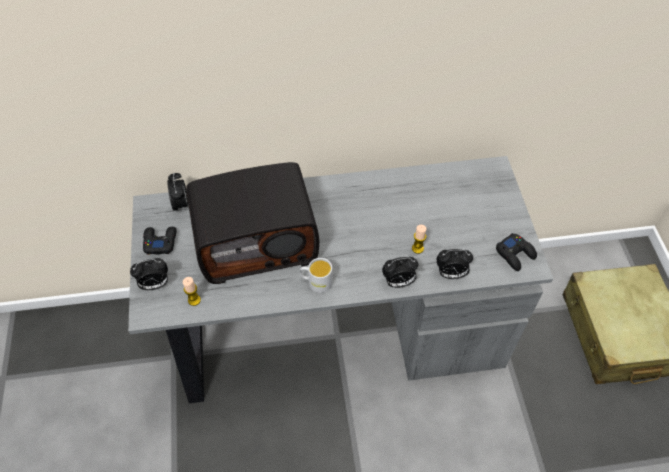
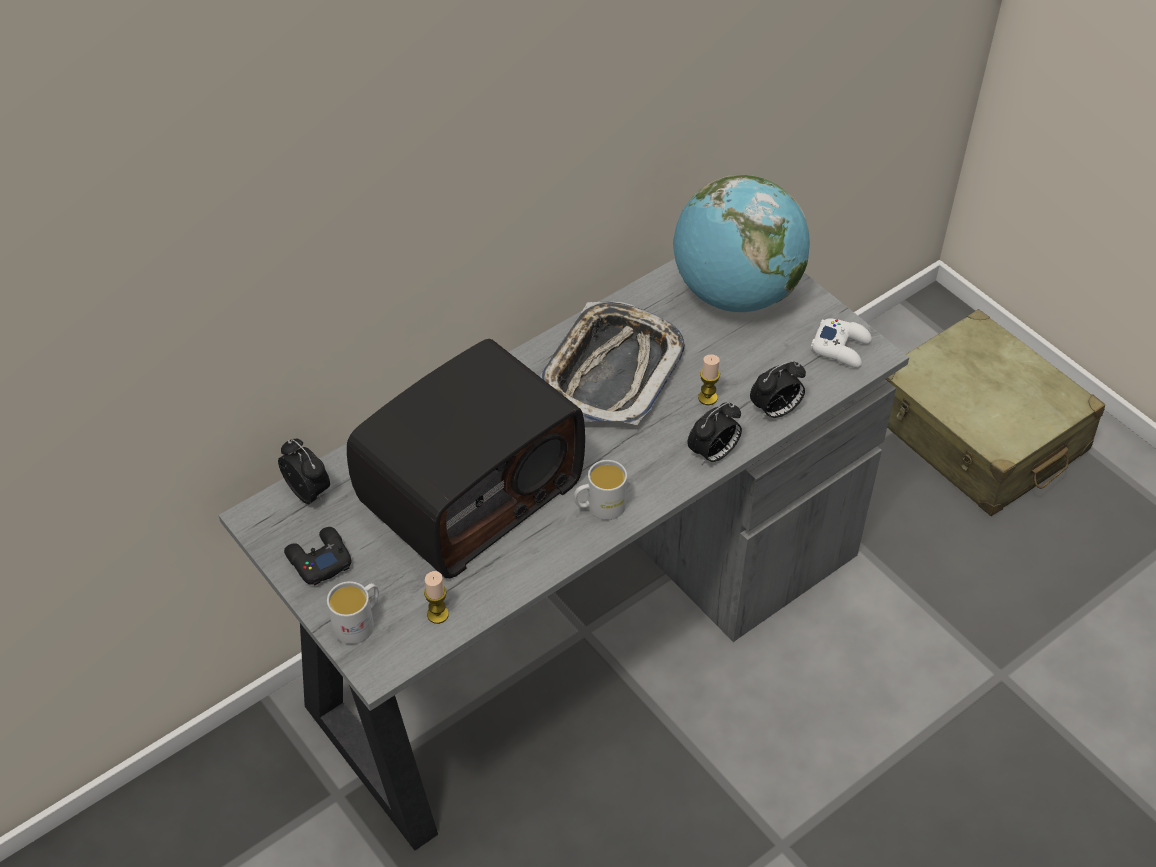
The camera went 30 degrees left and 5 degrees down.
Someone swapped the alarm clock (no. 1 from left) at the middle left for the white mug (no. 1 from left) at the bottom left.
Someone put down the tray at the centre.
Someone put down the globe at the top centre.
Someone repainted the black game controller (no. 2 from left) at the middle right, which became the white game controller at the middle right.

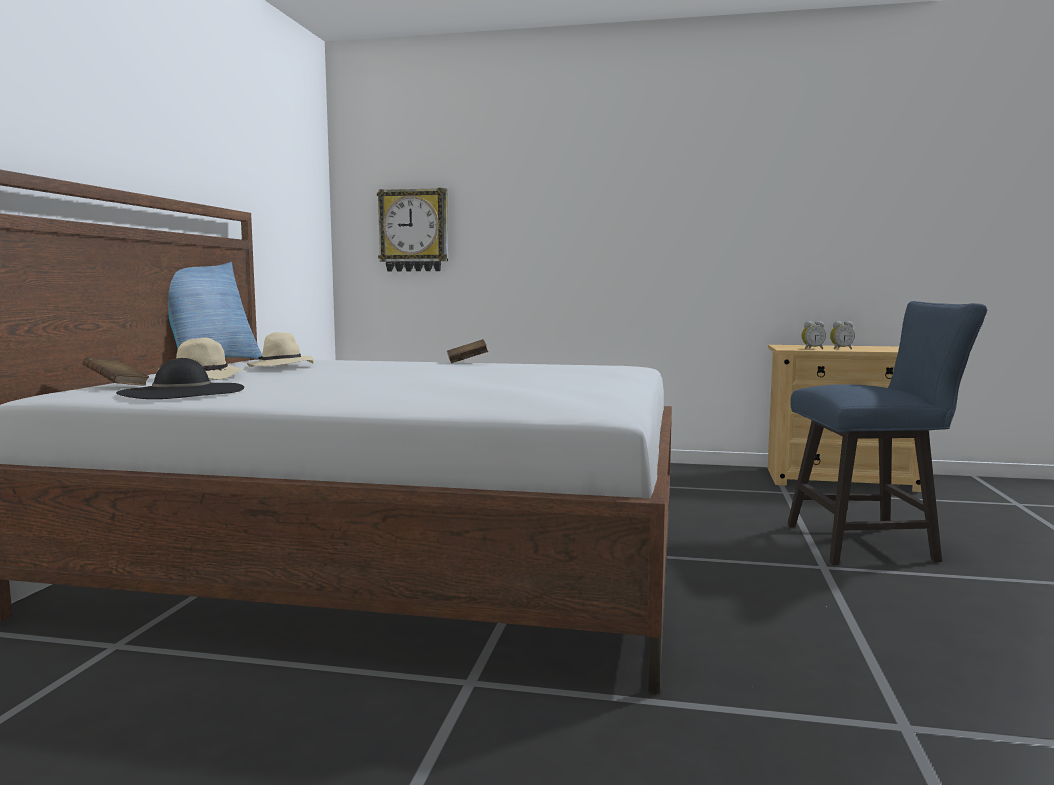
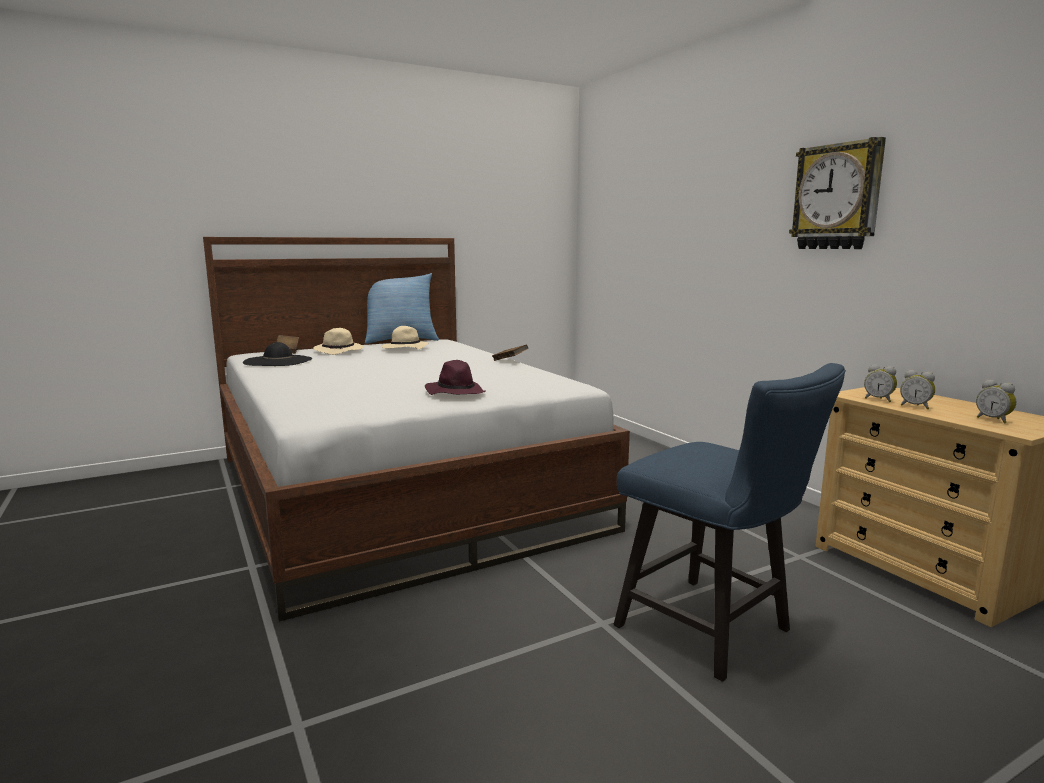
The camera went 50 degrees right and 5 degrees up.
Someone put down the purple hat at the centre.
Someone carried the wall clock from the top centre to the top right.
Someone put down the alarm clock (no. 3 from left) at the middle right.

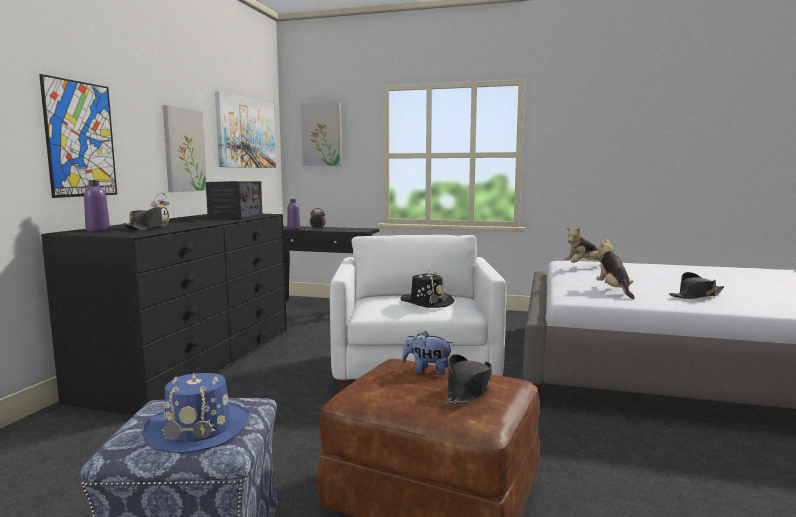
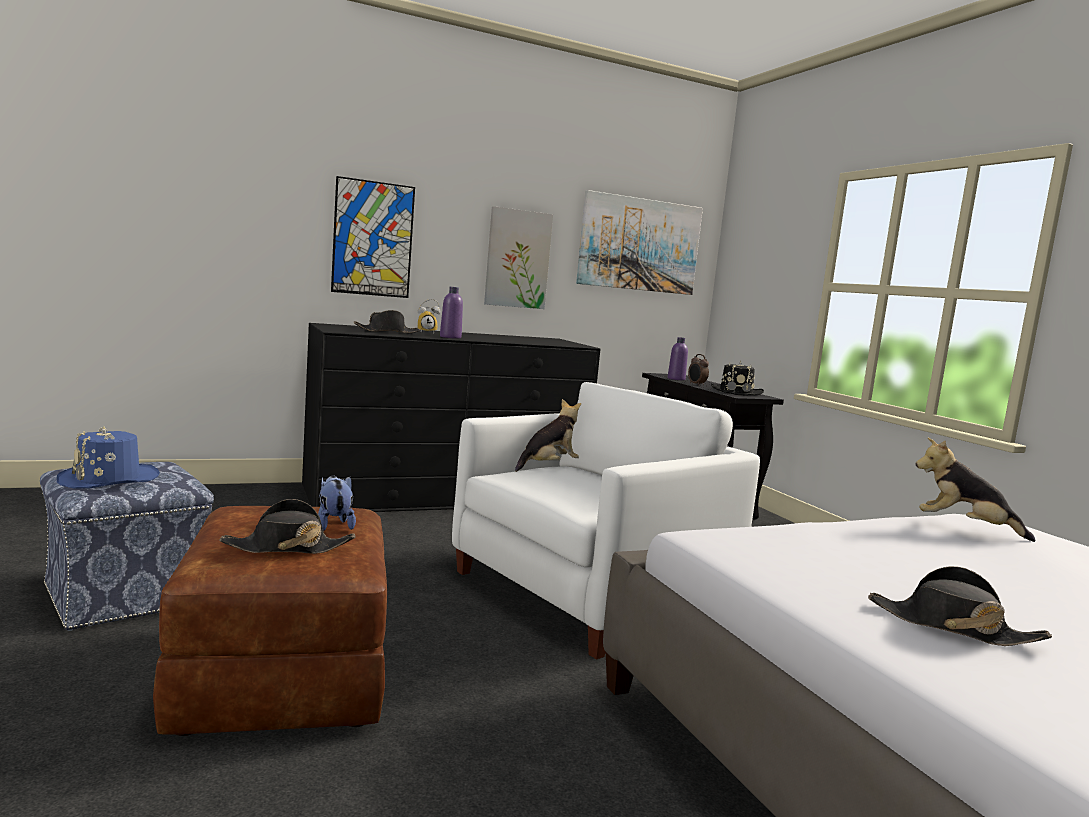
The camera went 50 degrees right and 0 degrees up.
Someone carried the purple bottle (no. 1 from left) from the middle left to the centre.
Someone carried the plush toy (no. 3 from left in the first image) from the middle right to the centre.
Someone carried the black hat (no. 2 from left in the first image) from the centre to the middle right.
Someone took away the radio at the middle left.
Someone took away the picture (no. 4 from left) at the top centre.

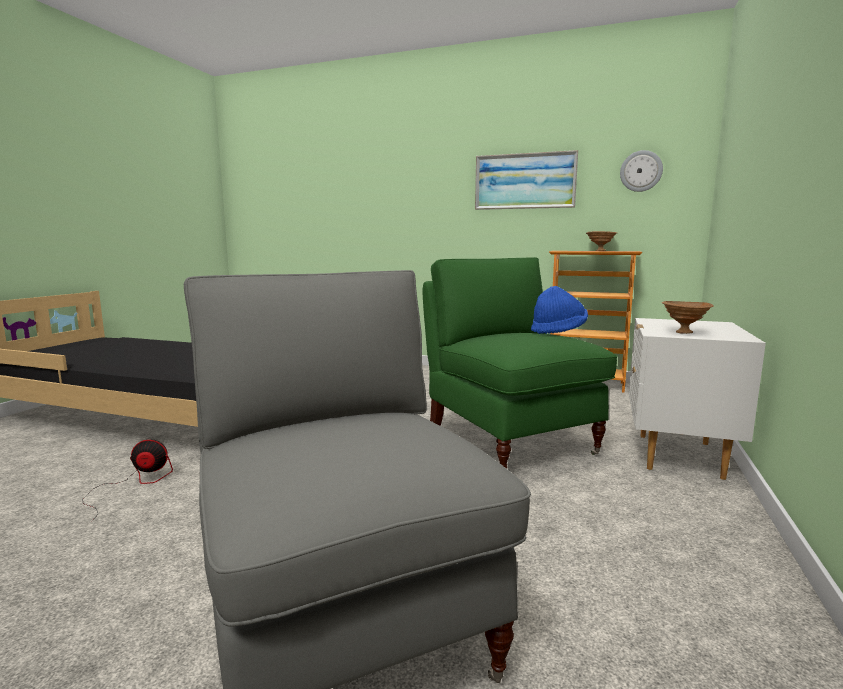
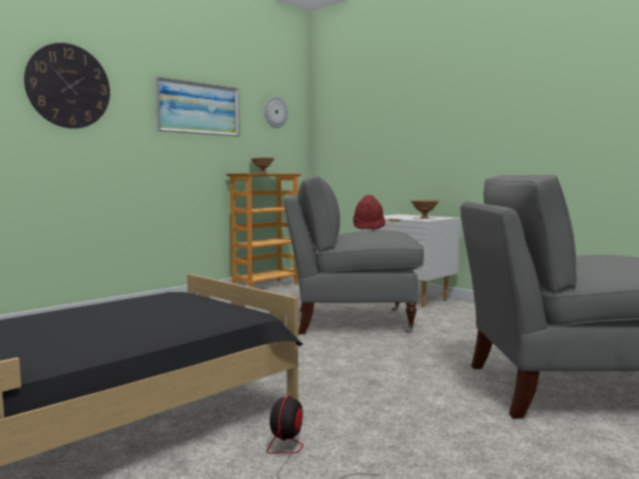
The camera went 65 degrees left and 5 degrees down.
Someone put up the wall clock (no. 1 from left) at the top left.
Someone repainted the green armchair at the centre, which became the grey armchair (no. 1 from left) at the centre.
Someone repainted the blue hat at the centre, which became the red hat at the centre.

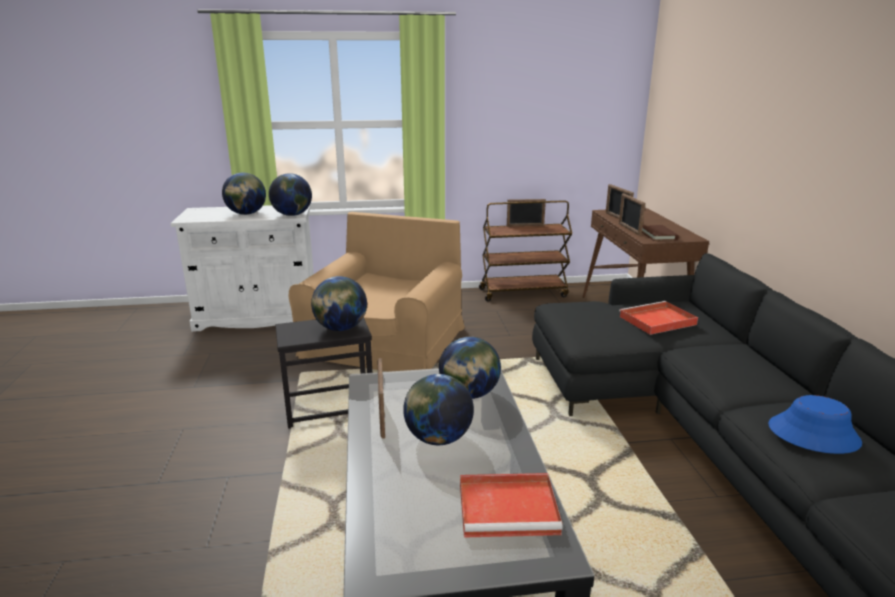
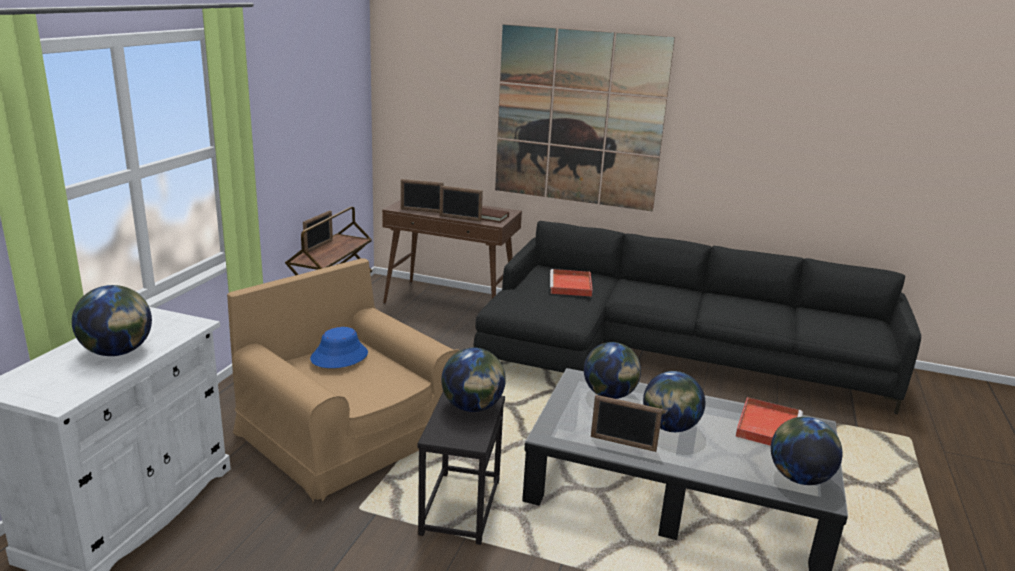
The camera went 65 degrees left and 0 degrees up.
Someone carried the blue hat from the bottom right to the centre.
Someone put up the picture at the top centre.
Someone carried the globe (no. 2 from left in the first image) from the top left to the bottom right.

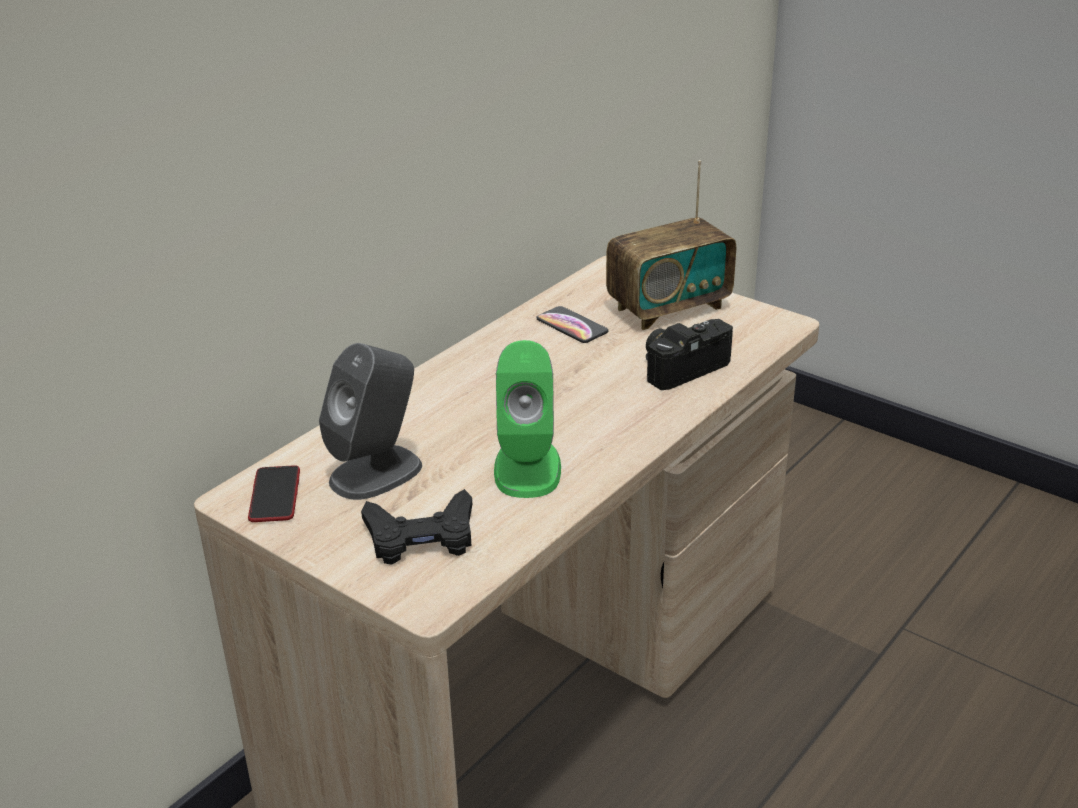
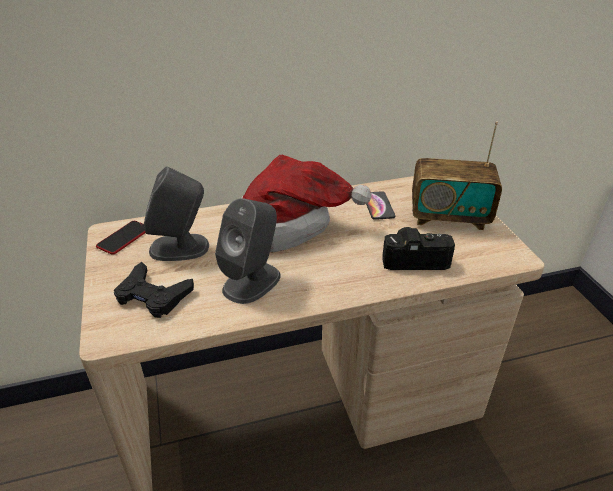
The camera went 35 degrees right and 5 degrees up.
Someone repainted the green speaker at the centre, which became the grey speaker (no. 2 from left) at the centre.
Someone put down the hat at the centre.

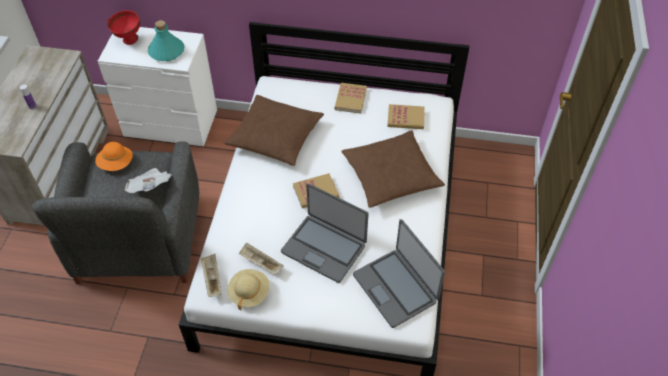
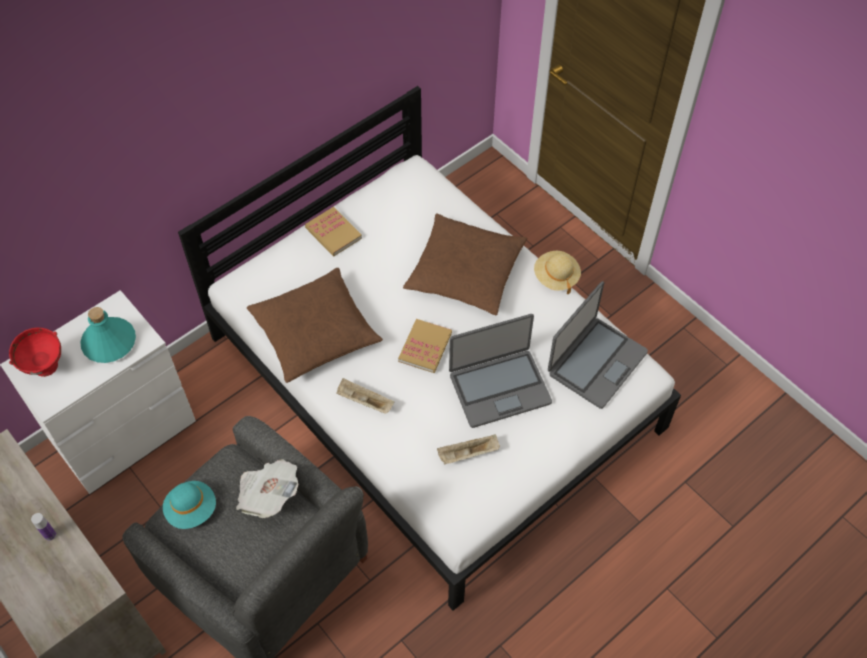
The camera went 50 degrees left and 5 degrees up.
Someone repainted the orange hat at the middle left, which became the turquoise hat at the bottom left.
Someone carried the beige tray (no. 1 from left) from the bottom left to the centre.
Someone carried the beige hat from the bottom centre to the centre.
Someone rotated the laptop (no. 2 from left) at the bottom centre by 60 degrees counterclockwise.
Someone took away the book (no. 3 from left) at the top centre.

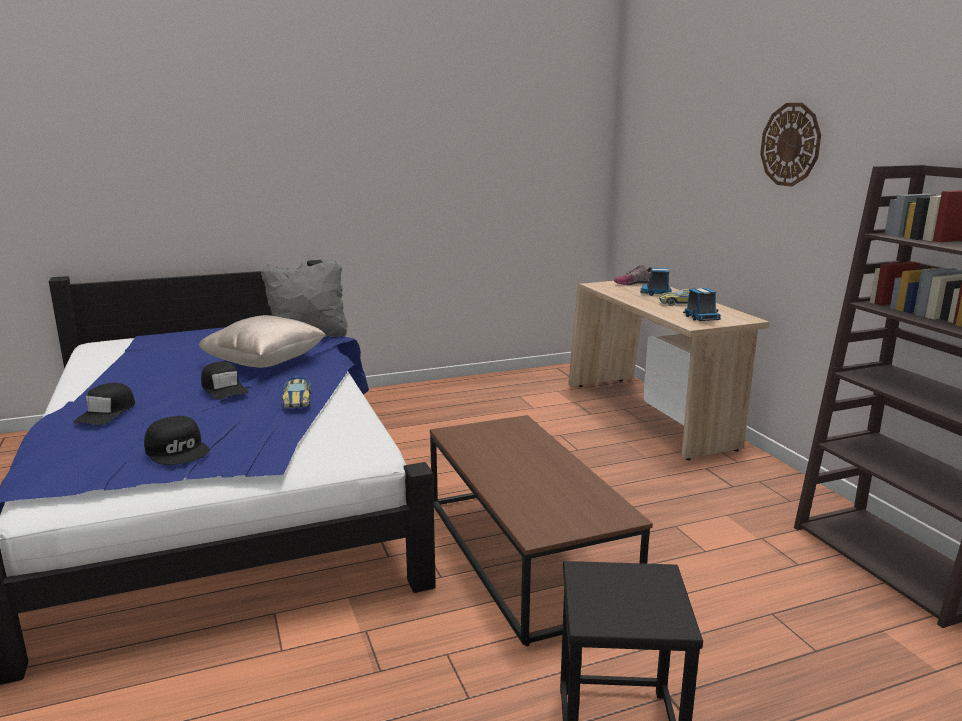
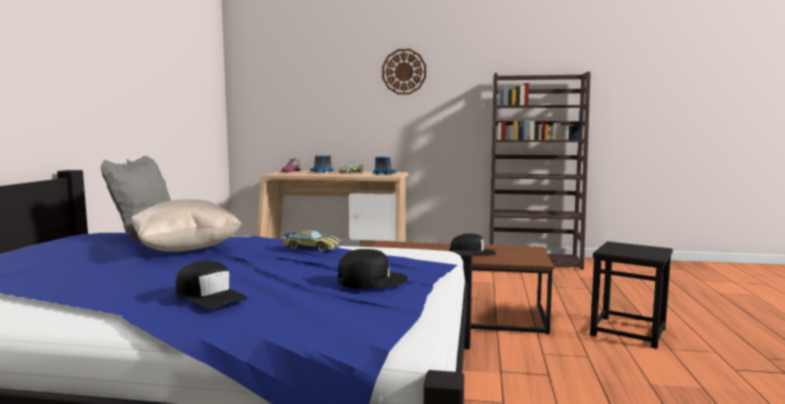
The camera went 60 degrees left and 10 degrees down.
Someone carried the black cap (no. 3 from left) from the middle left to the centre.

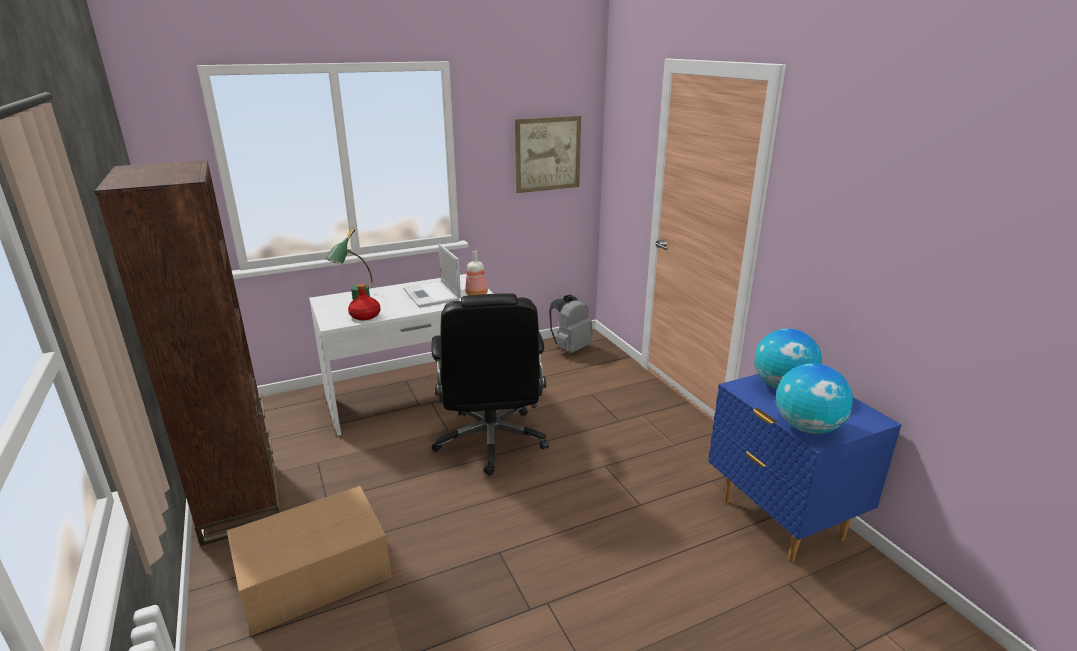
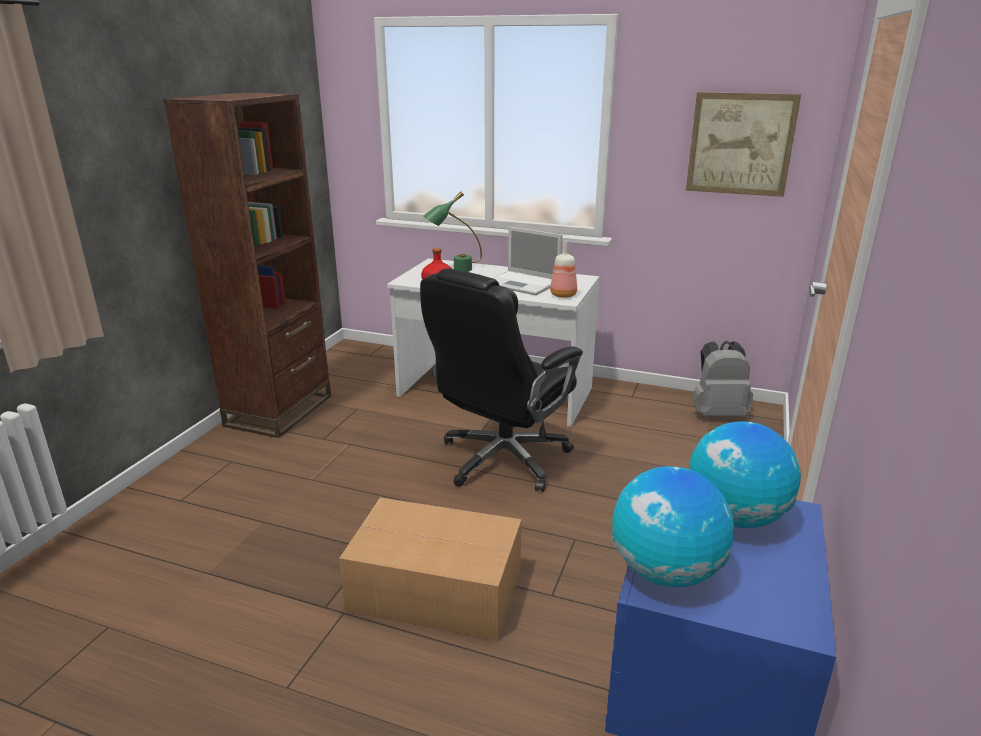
The camera went 45 degrees right and 0 degrees up.
Someone carried the cardboard box from the bottom left to the bottom centre.
Someone rotated the laptop at the centre by 75 degrees counterclockwise.

